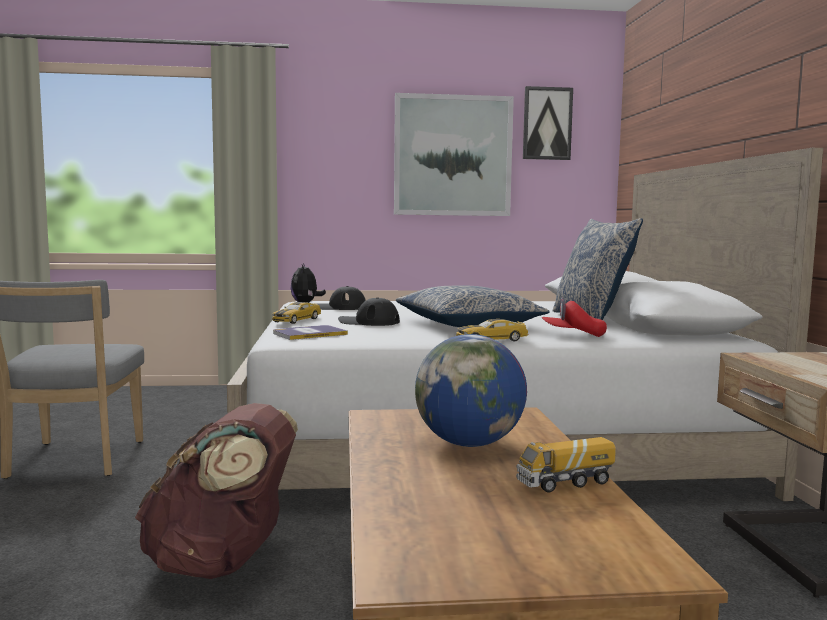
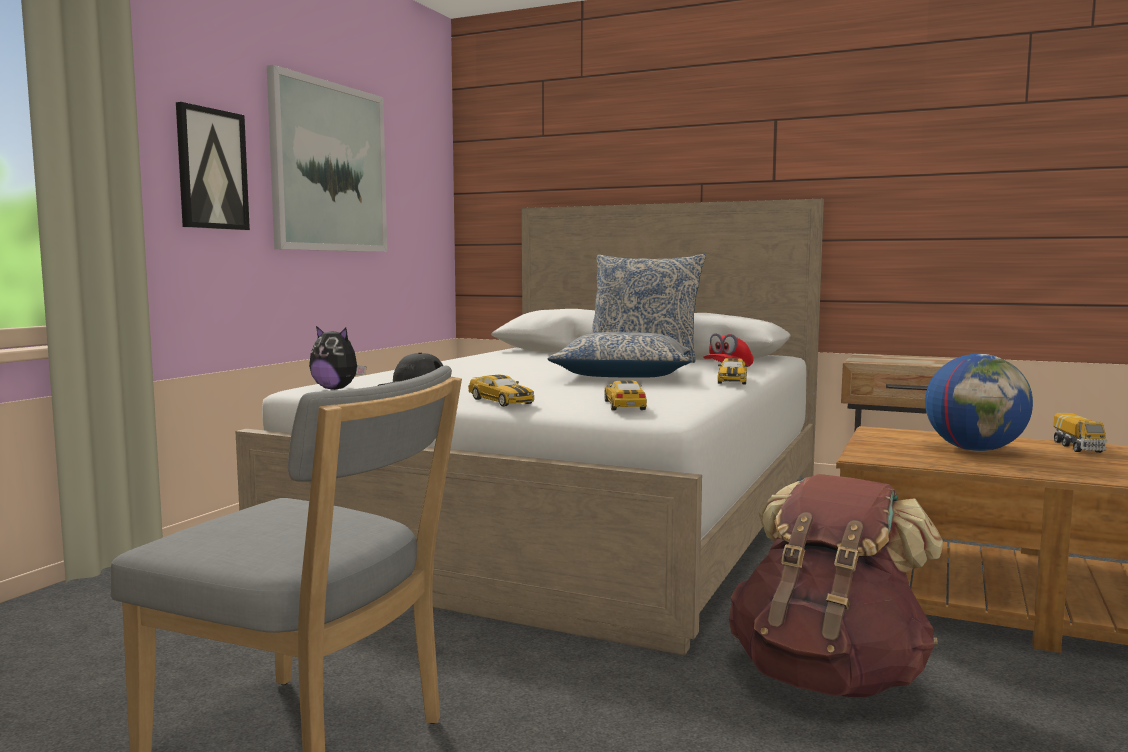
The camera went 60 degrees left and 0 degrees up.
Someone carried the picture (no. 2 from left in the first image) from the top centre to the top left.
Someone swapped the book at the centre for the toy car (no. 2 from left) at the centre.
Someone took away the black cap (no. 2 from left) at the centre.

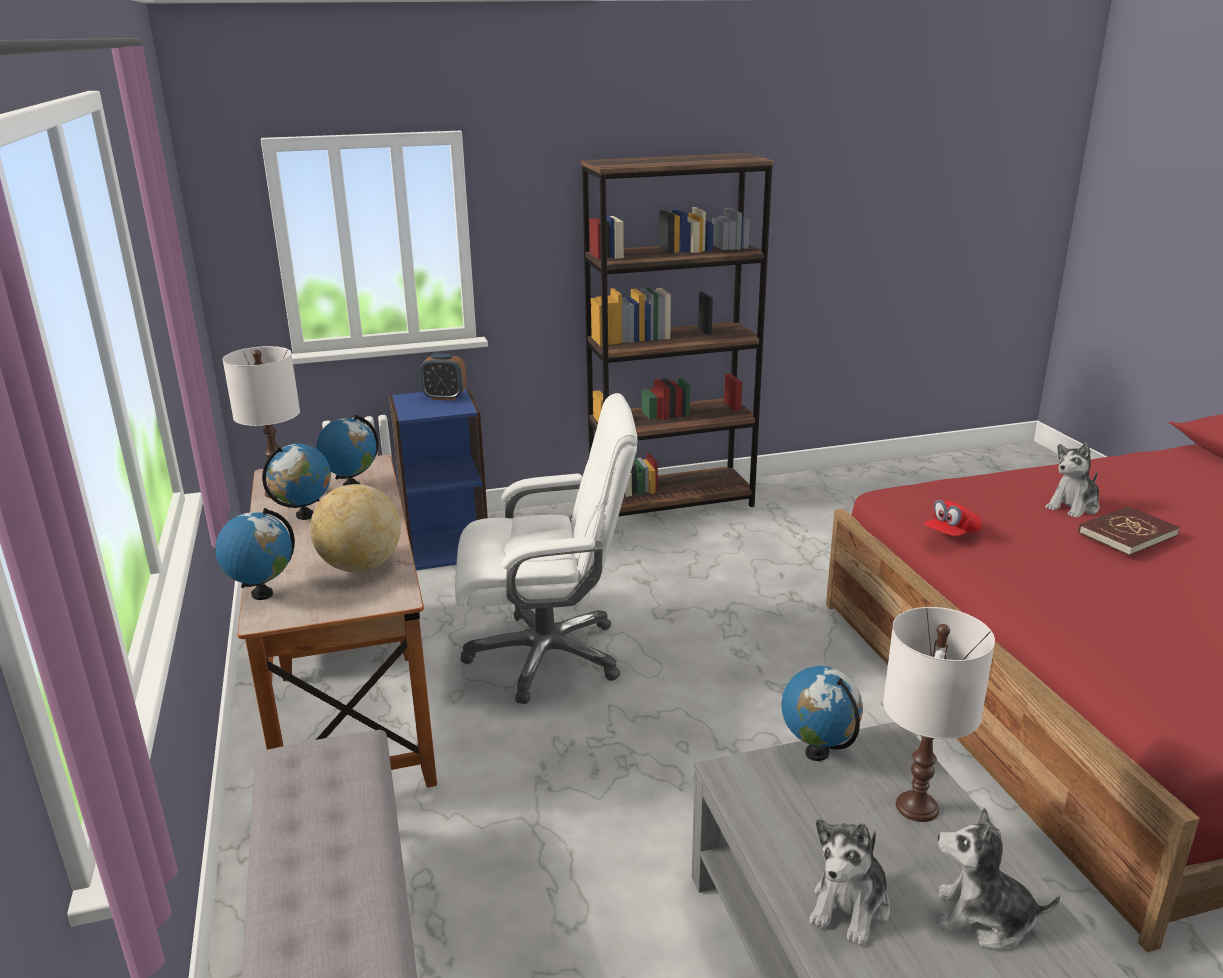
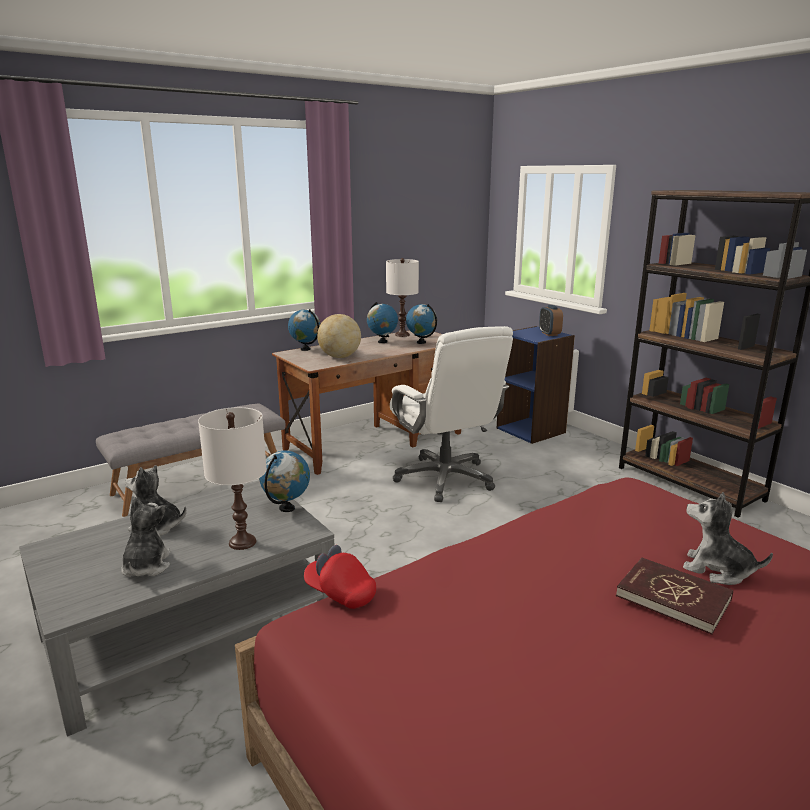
The camera went 70 degrees right and 5 degrees down.
Someone carried the red cap from the middle right to the bottom centre.

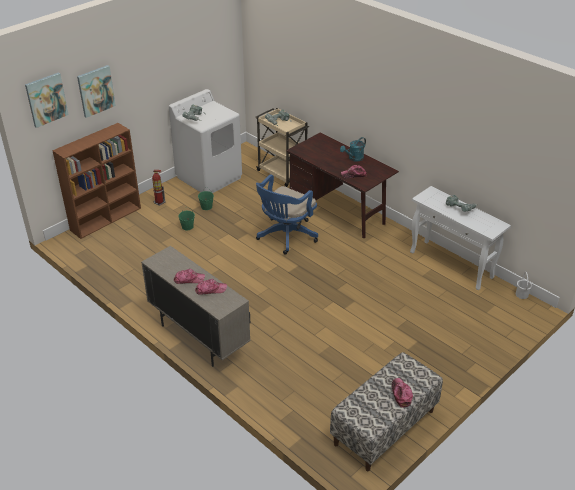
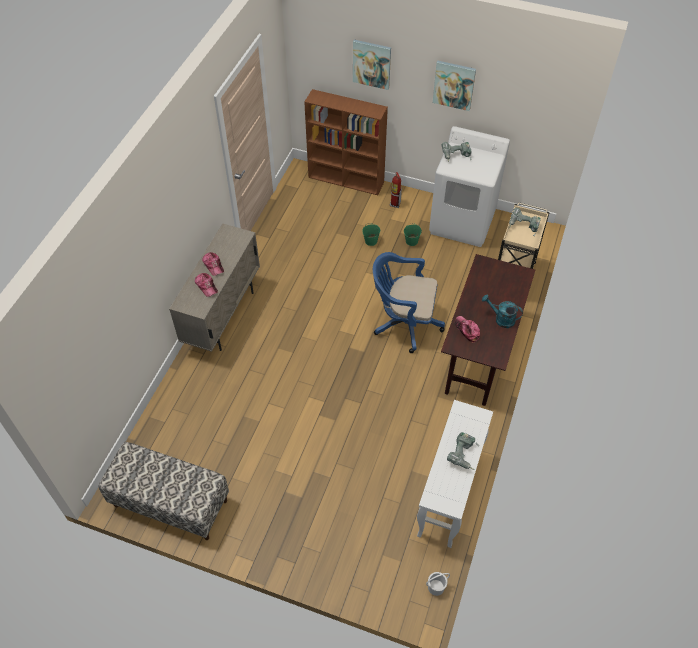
The camera went 65 degrees right and 15 degrees up.
Someone carried the picture (no. 1 from left in the first image) from the top left to the top centre.
Someone took away the cap (no. 4 from left) at the bottom right.

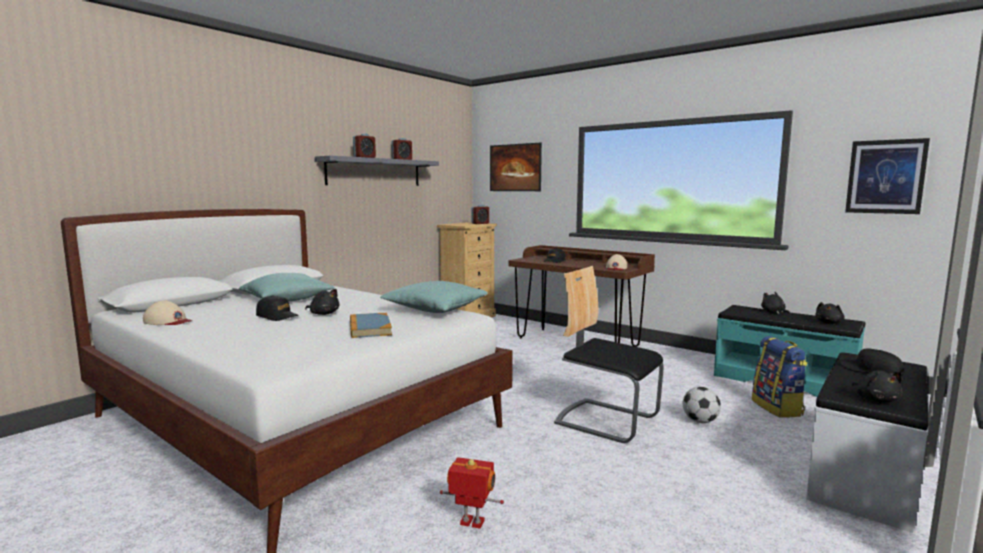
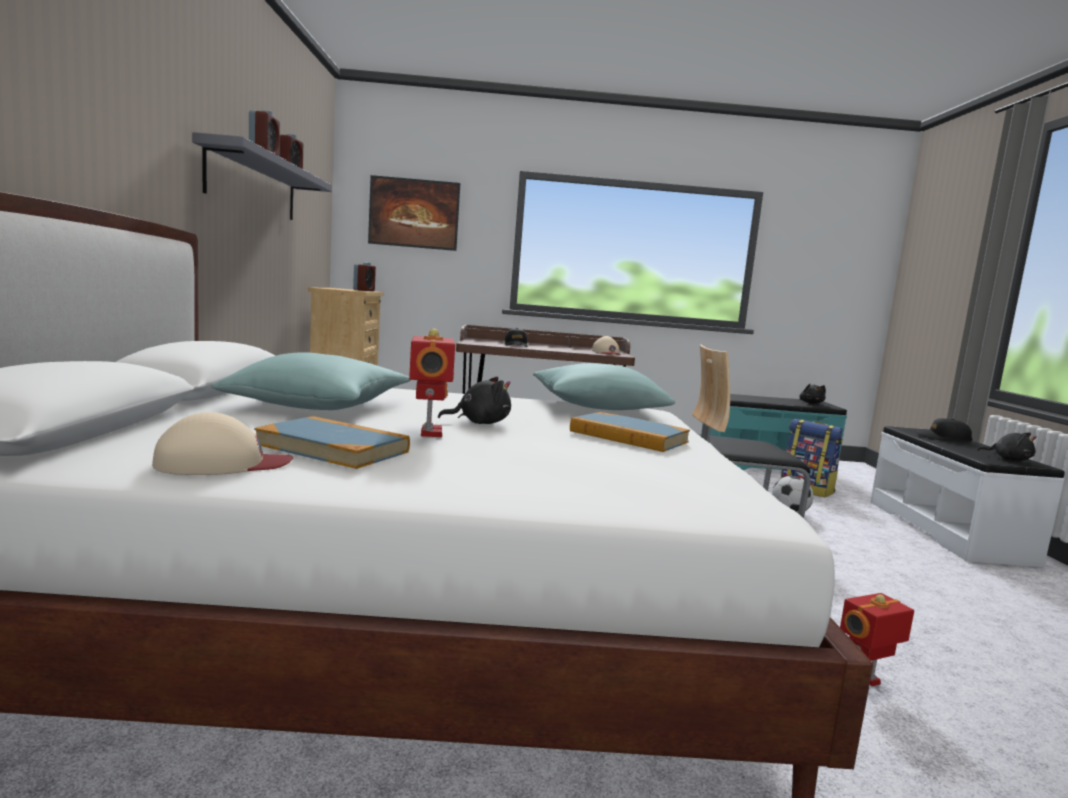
The camera went 40 degrees left and 0 degrees up.
Someone put down the book (no. 1 from left) at the middle left.
Someone swapped the black cap (no. 1 from left) at the middle left for the toy robot (no. 1 from left) at the centre.
Someone took away the black plush toy (no. 2 from left) at the middle right.
Someone took away the picture (no. 2 from left) at the top right.

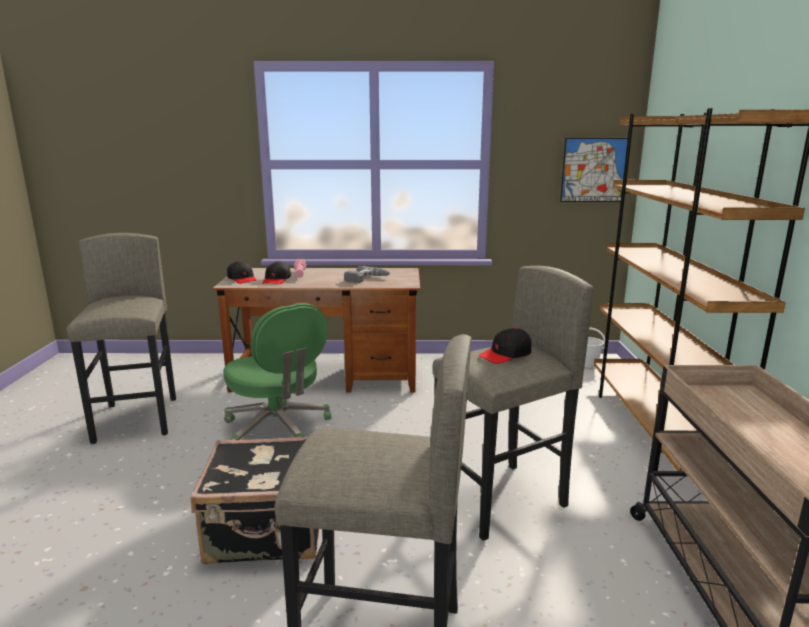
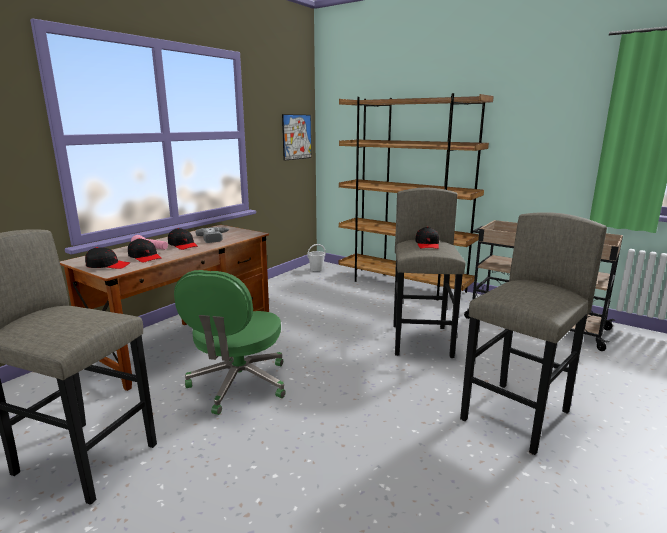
The camera went 55 degrees left and 0 degrees up.
Someone put down the black cap (no. 3 from left) at the middle left.
Someone rotated the green office chair at the centre by 105 degrees clockwise.
Someone took away the black suitcase at the bottom left.

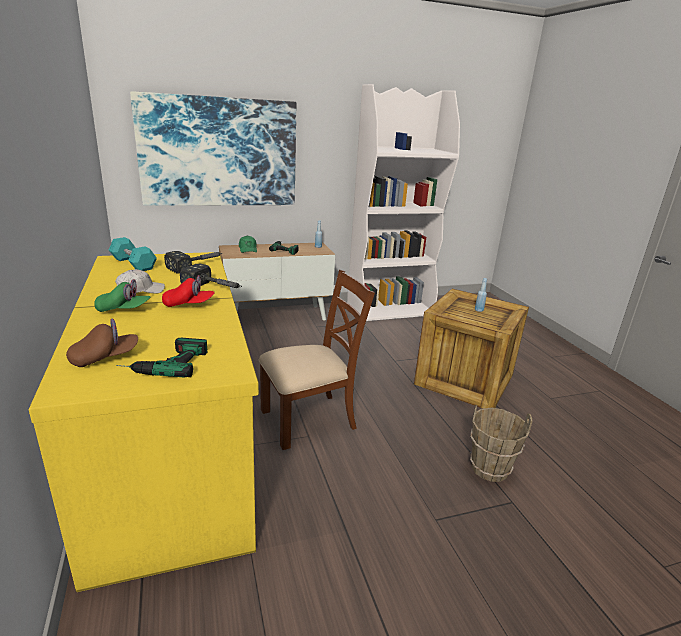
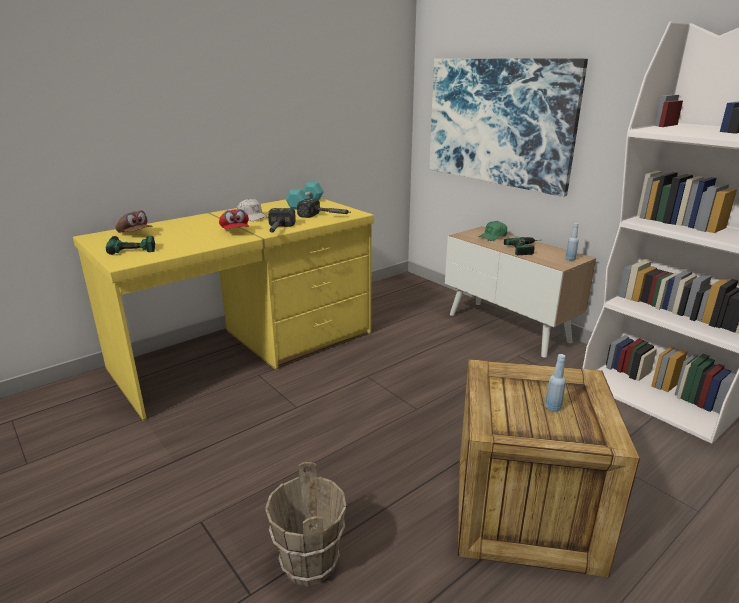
The camera went 70 degrees right and 0 degrees up.
Someone took away the green cap (no. 1 from left) at the middle left.
Someone took away the brown chair at the centre.

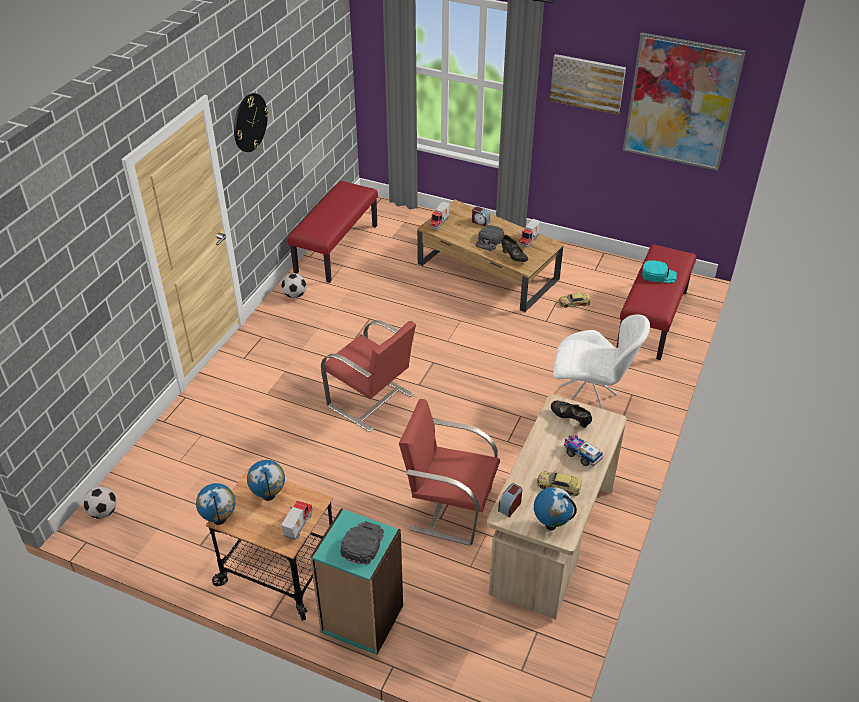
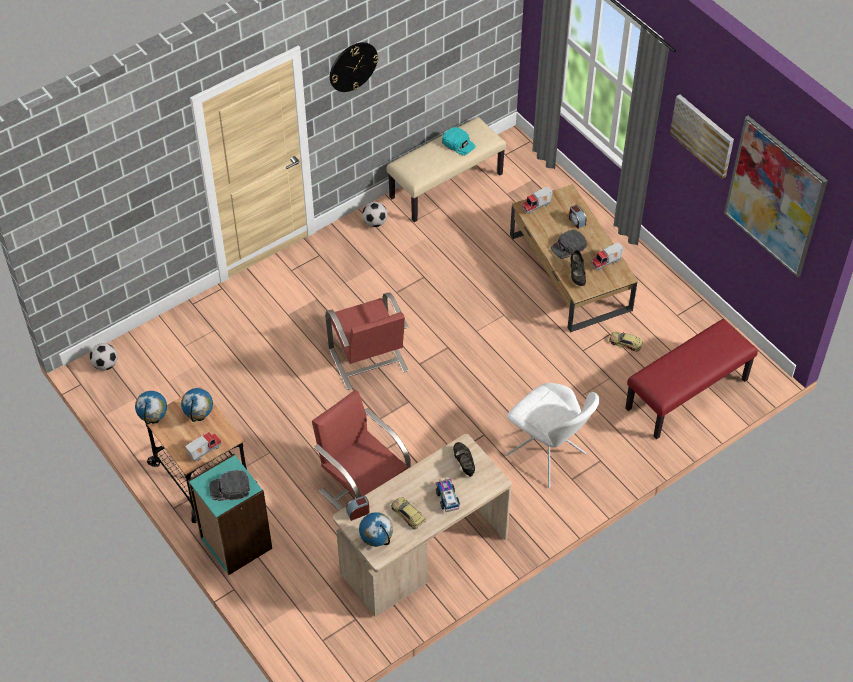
The camera went 30 degrees right and 10 degrees up.
Someone rotated the black cap (no. 1 from left) at the bottom centre by 150 degrees counterclockwise.
Someone repainted the red bench (no. 1 from left) at the top centre, which became the beige bench at the top centre.
Someone carried the turquoise cap from the middle right to the top centre.

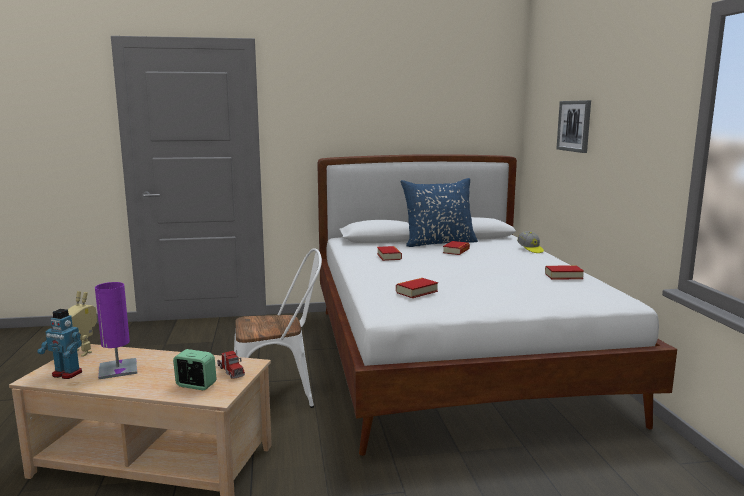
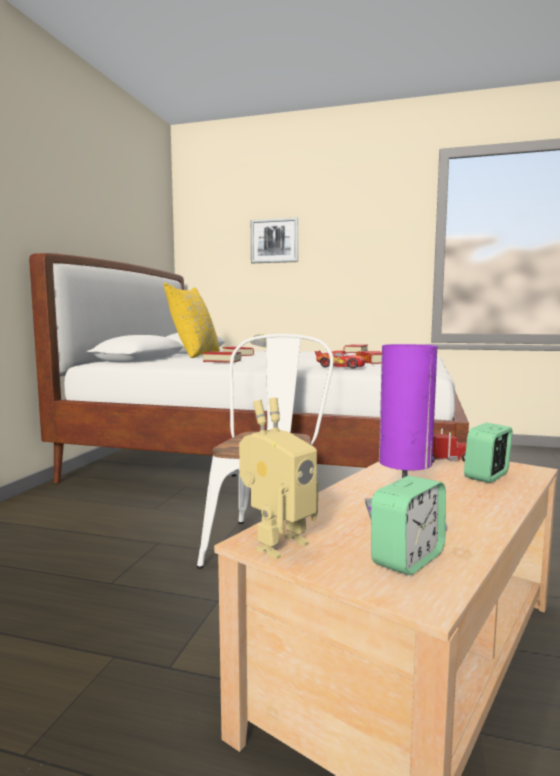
The camera went 65 degrees left and 5 degrees down.
Someone repainted the blue pillow at the centre, which became the yellow pillow at the centre.
Someone put down the toy car at the centre.
Someone swapped the toy robot (no. 1 from left) at the bottom left for the alarm clock (no. 1 from left) at the bottom right.

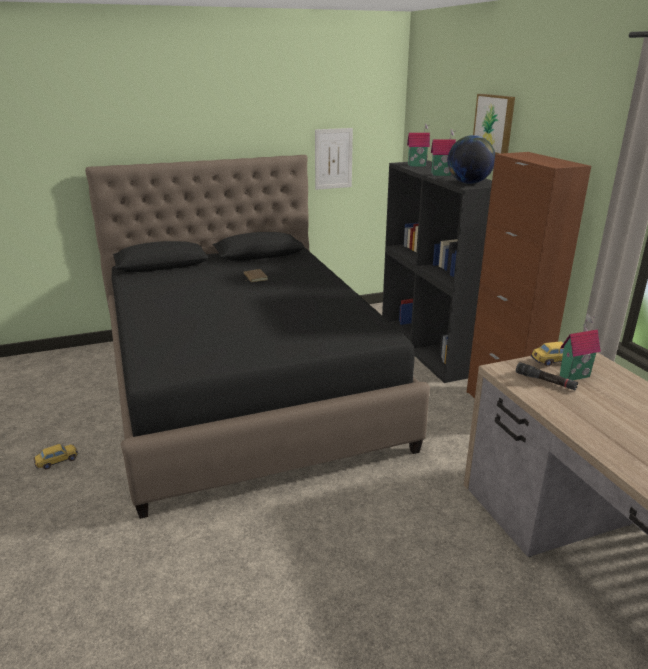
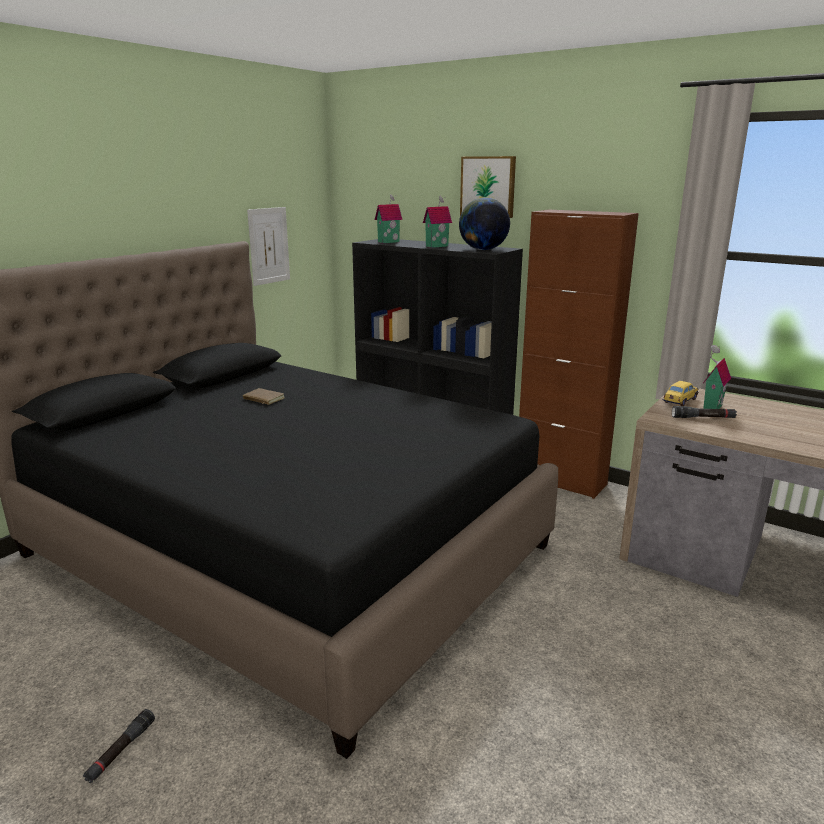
The camera went 35 degrees left and 5 degrees down.
Someone swapped the toy car (no. 1 from left) at the bottom left for the black flashlight (no. 1 from left) at the bottom left.

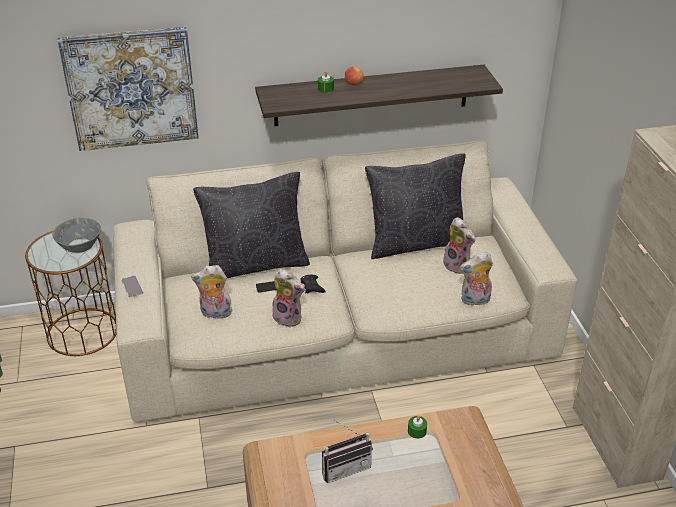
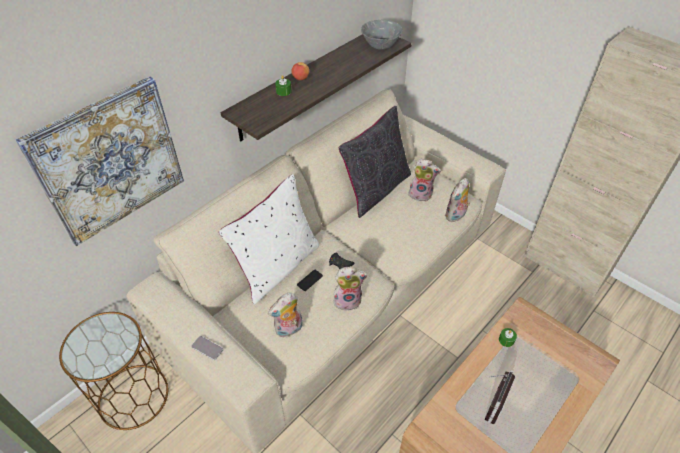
The camera went 35 degrees left and 10 degrees up.
Someone repainted the black pillow (no. 1 from left) at the centre, which became the white pillow at the centre.
Someone carried the grey bowl from the middle left to the top centre.

